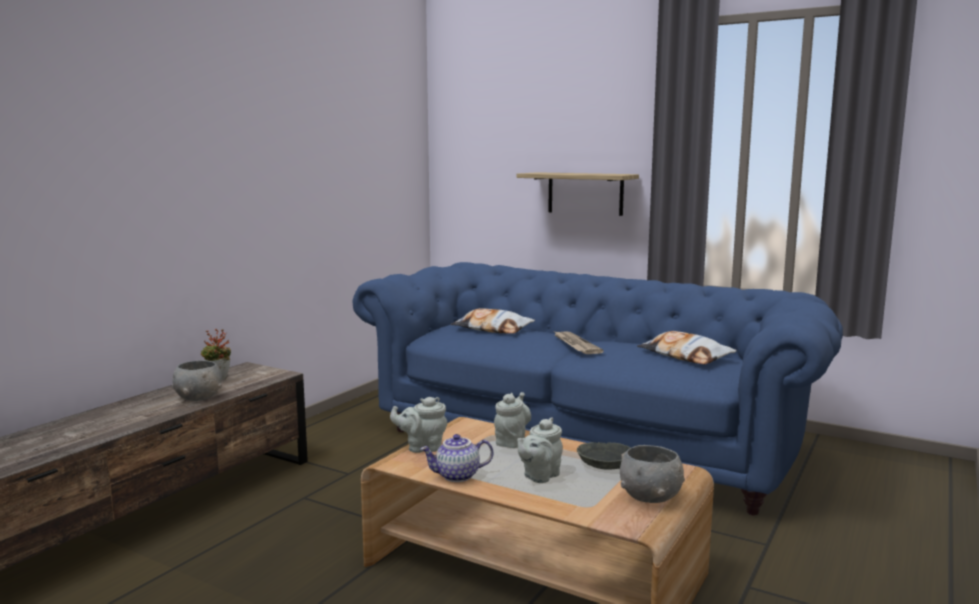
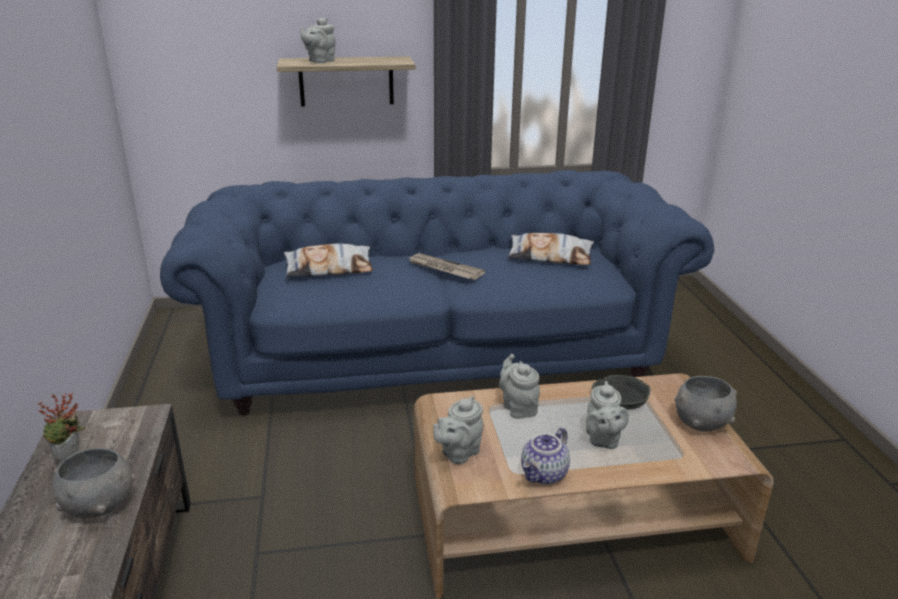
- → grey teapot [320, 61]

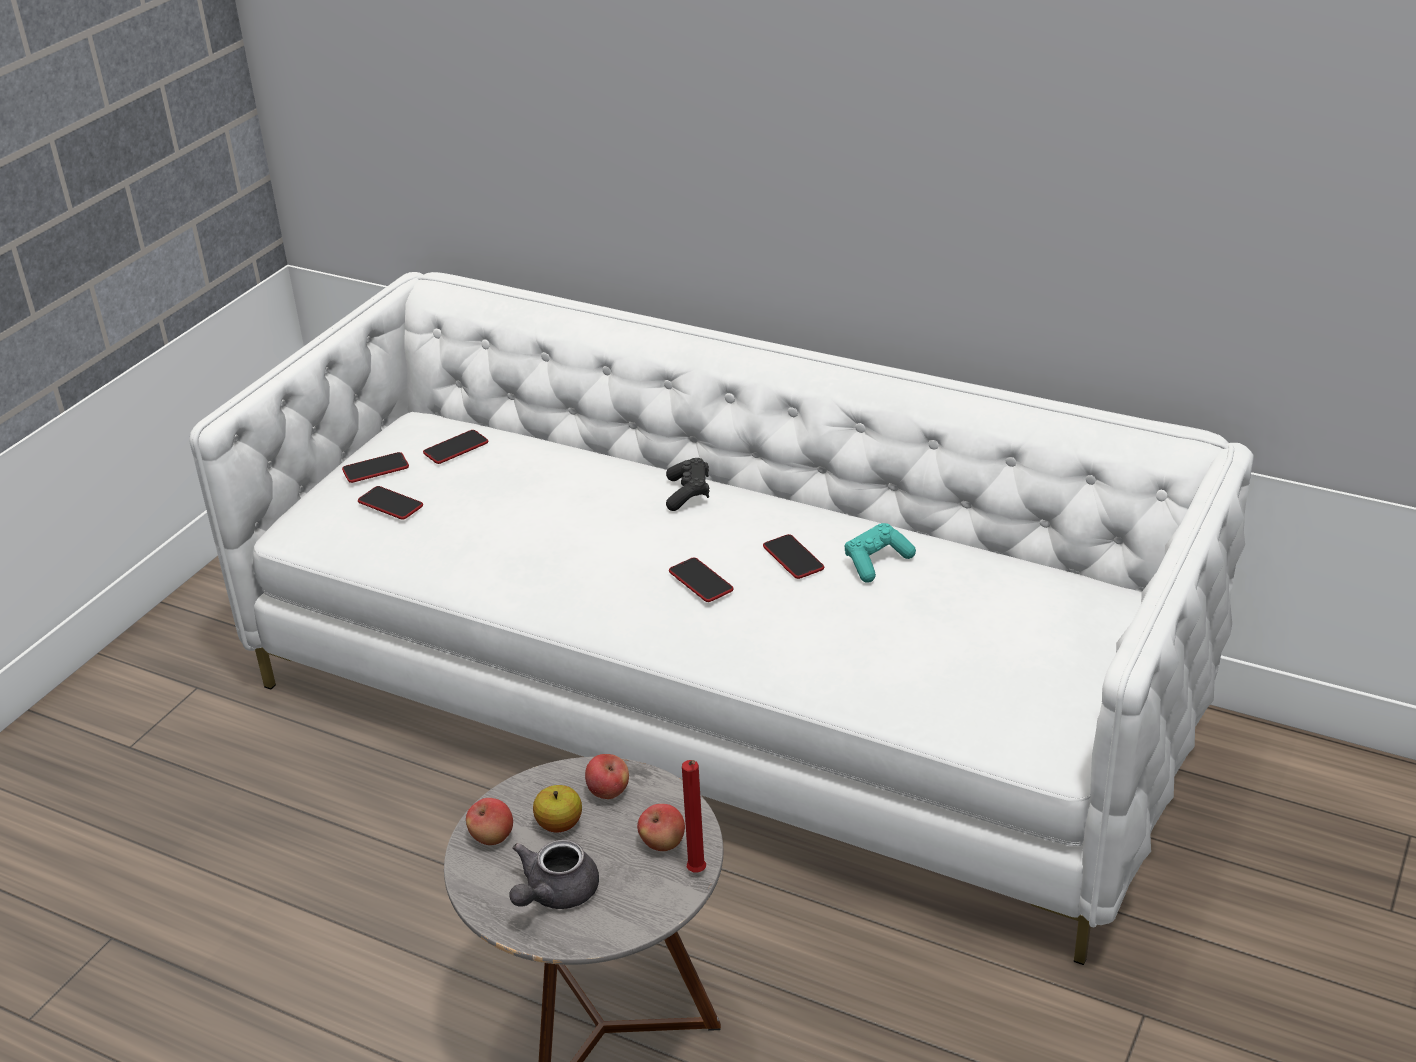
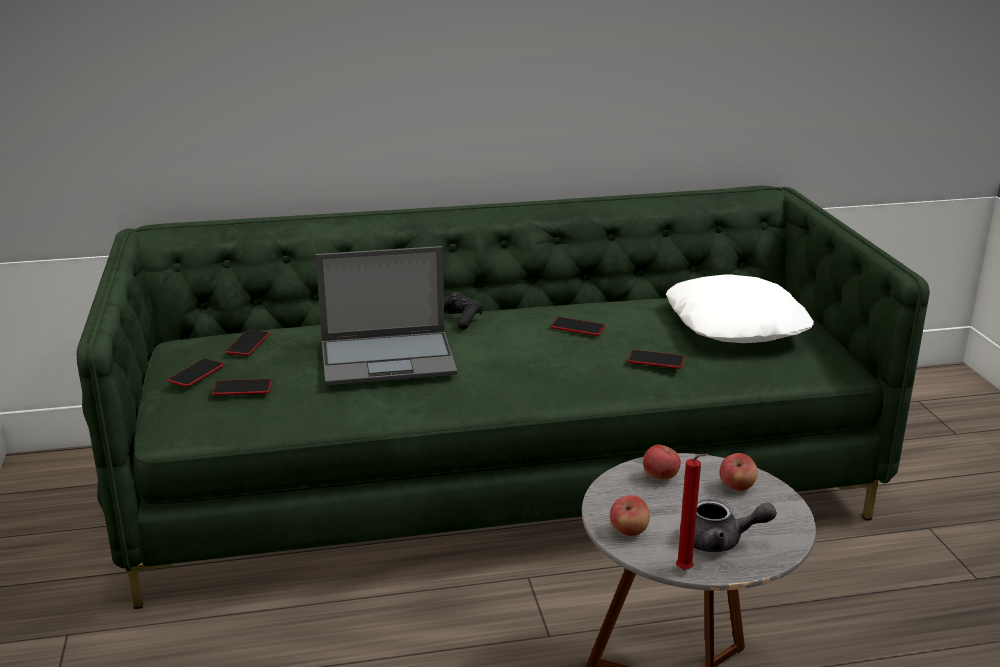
white sofa [717, 703] → green sofa [500, 482]
- → laptop [389, 358]
phone [701, 581] → phone [656, 360], relocated
- → white pillow [736, 324]
red candle [697, 873] → red candle [686, 571], relocated
grey teapot [554, 894] → grey teapot [720, 541], 75 degrees counterclockwise
apple [559, 824] → -
turquoise game controller [876, 562] → -

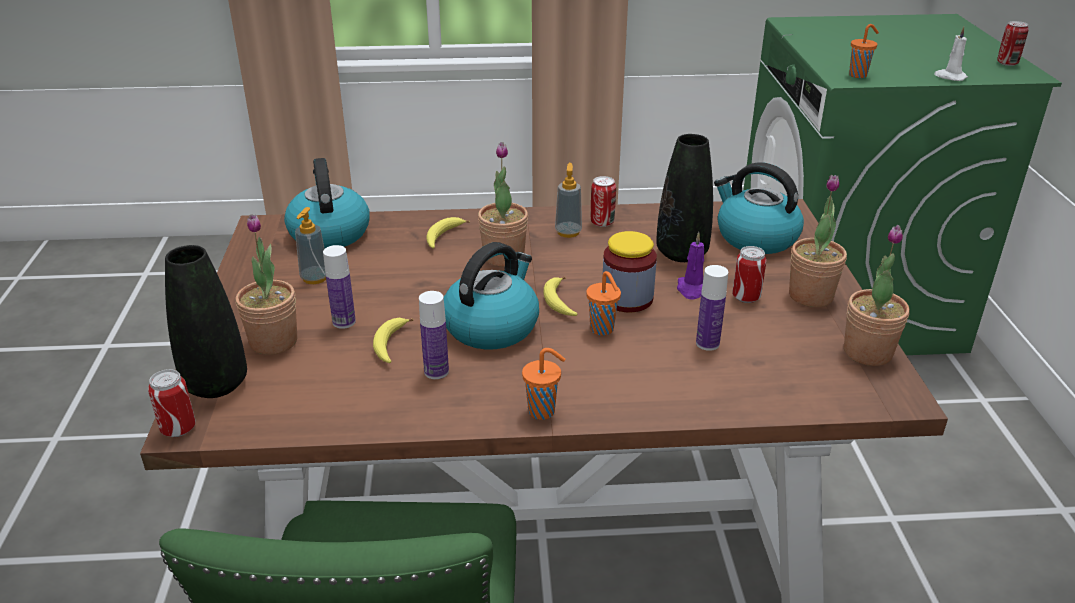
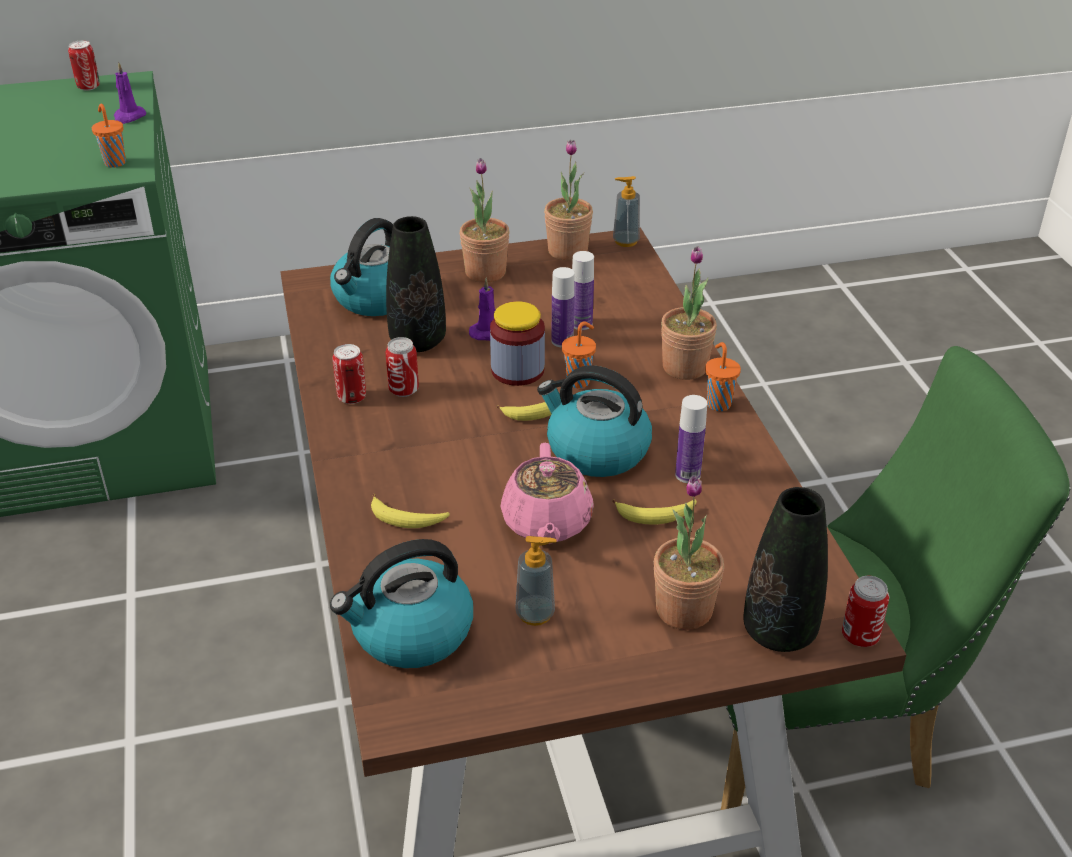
white candle [949, 77] → purple candle [128, 117]
can [746, 297] → can [403, 390], relocated
- → pink teapot [546, 523]
bottle [344, 322] → bottle [562, 341], relocated
soap dispenser [568, 232] → soap dispenser [625, 241], relocated
potted plant [504, 257] → potted plant [685, 367], relocated

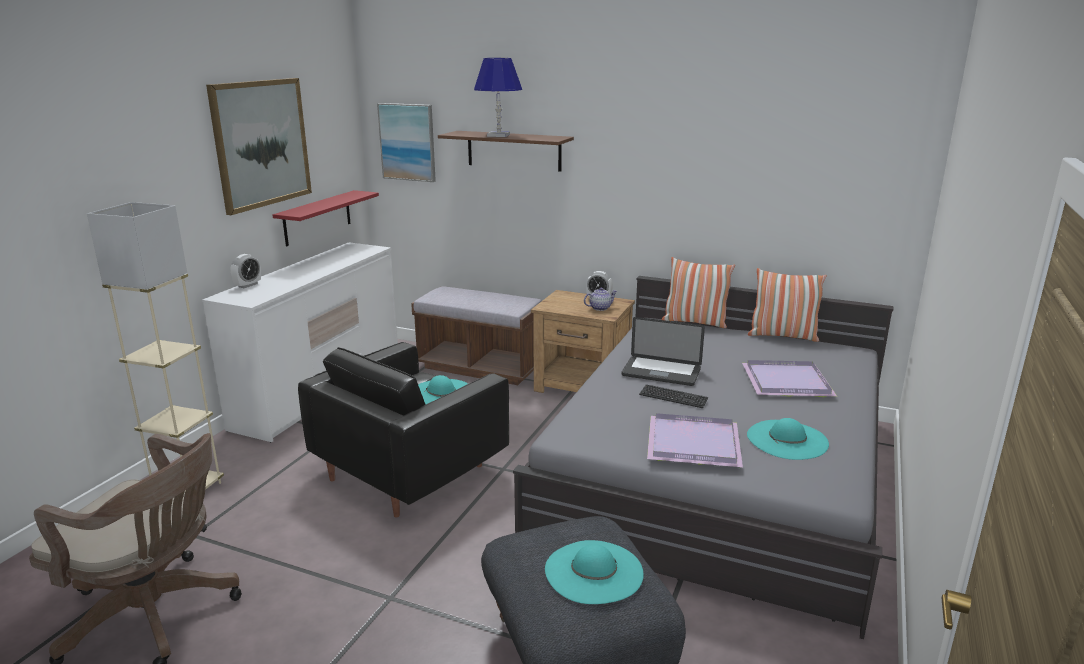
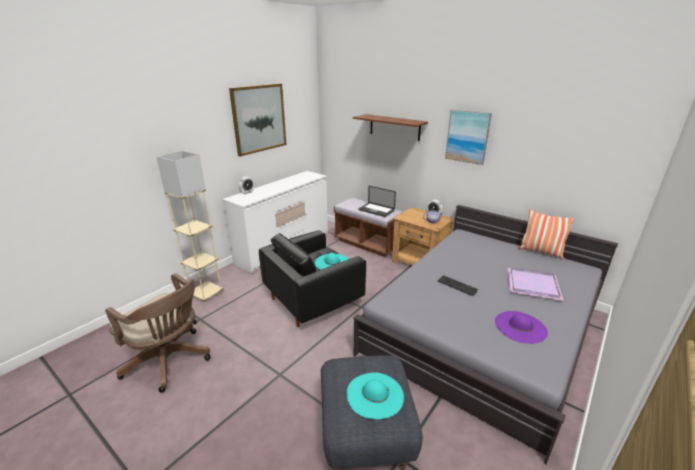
laptop [661, 372] → laptop [376, 210], relocated
picture [407, 142] → picture [467, 136], relocated
turquoise hat [787, 439] → purple hat [520, 327]
red shelf [317, 218] → -
blue table lamp [498, 135] → -
purple tray [695, 443] → -
pillow [695, 322] → -

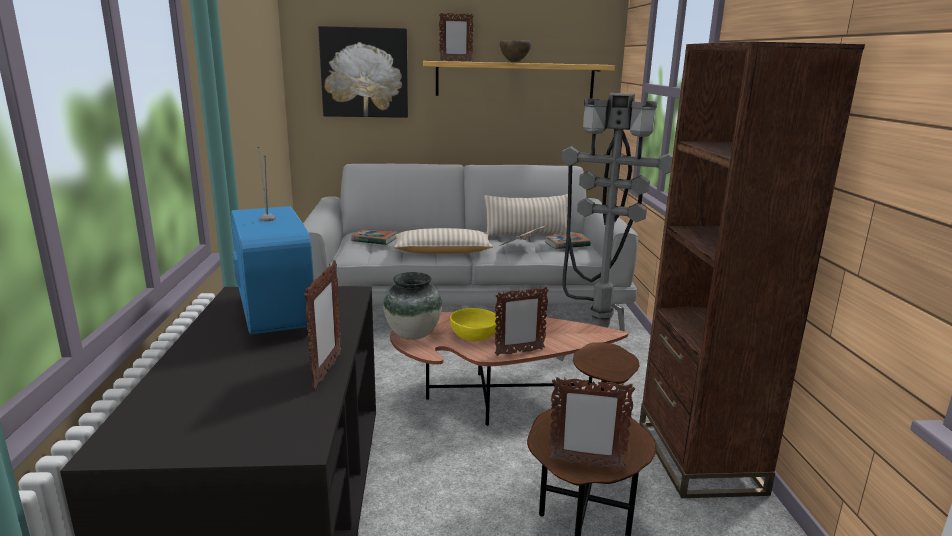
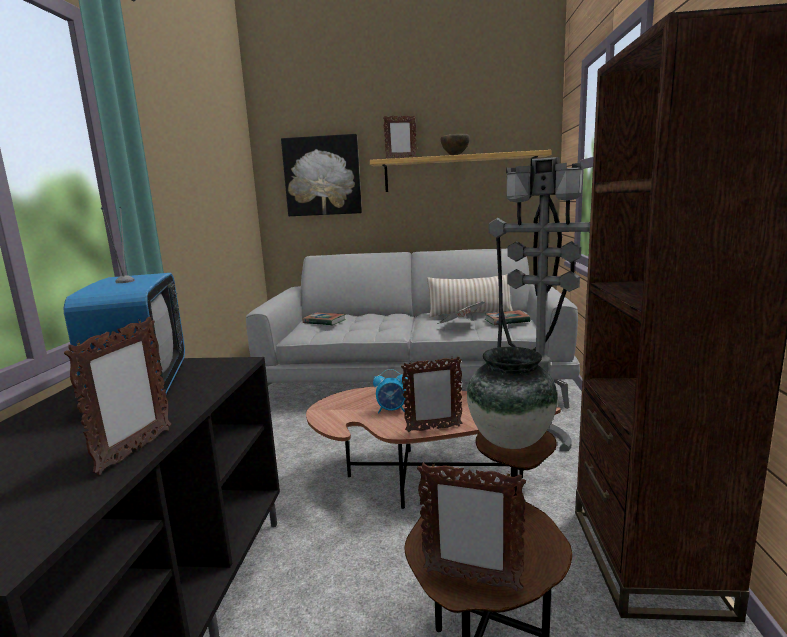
yellow bowl [474, 335] → alarm clock [392, 410]
vase [413, 335] → vase [510, 441], relocated
beige pillow [442, 252] → -

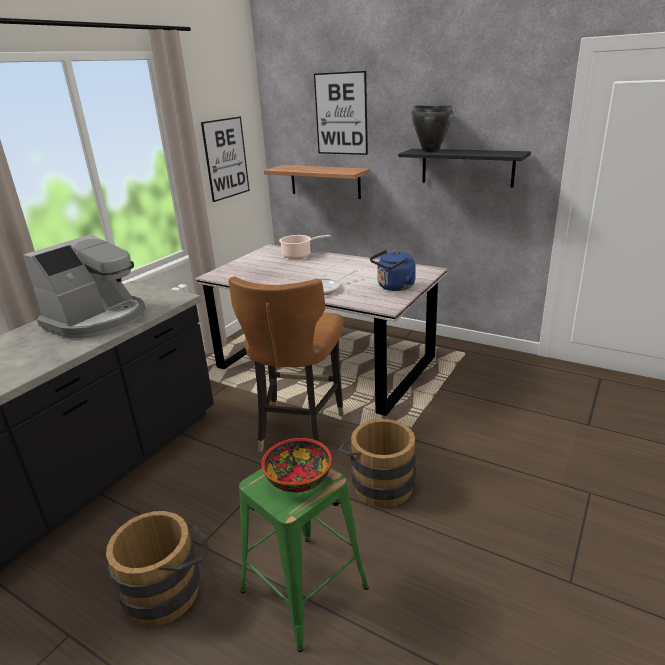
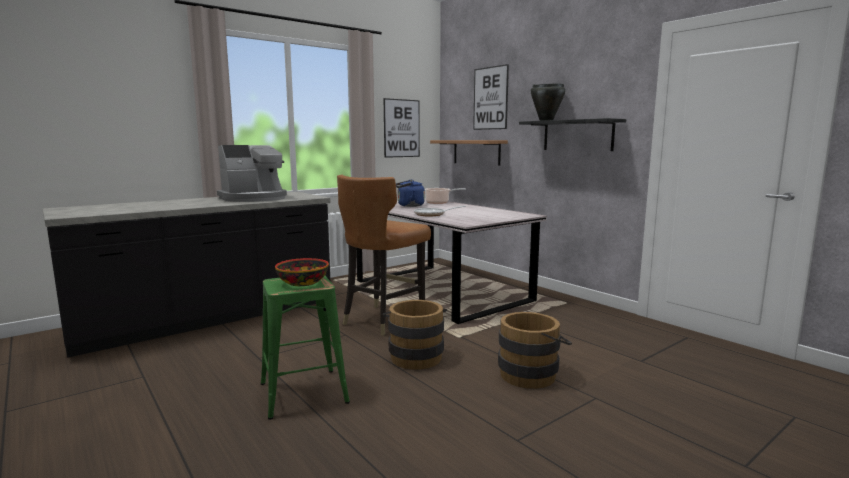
blue kettle [394, 287] → blue kettle [409, 206], relocated
brown bucket [169, 588] → brown bucket [532, 374], relocated

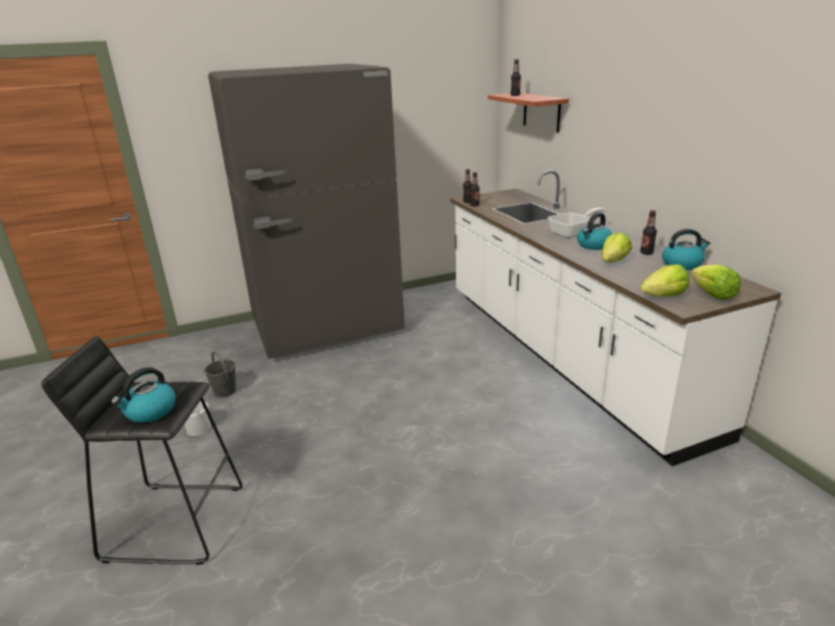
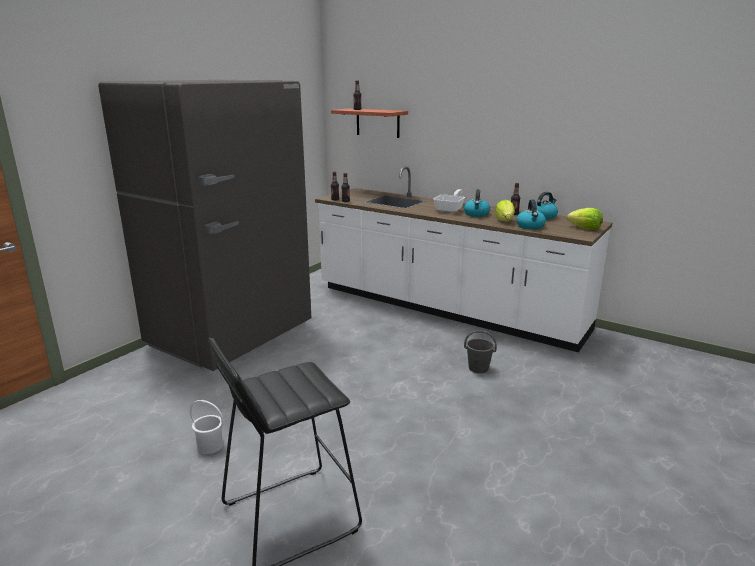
grey bucket [225, 391] → grey bucket [479, 368], relocated
kettle [150, 411] → kettle [530, 226], relocated
lettuce [663, 296] → -

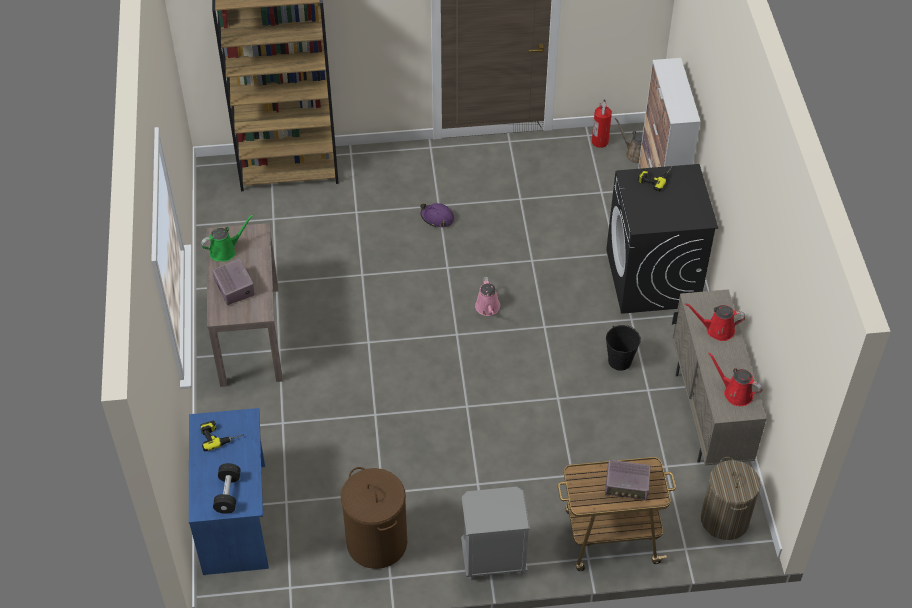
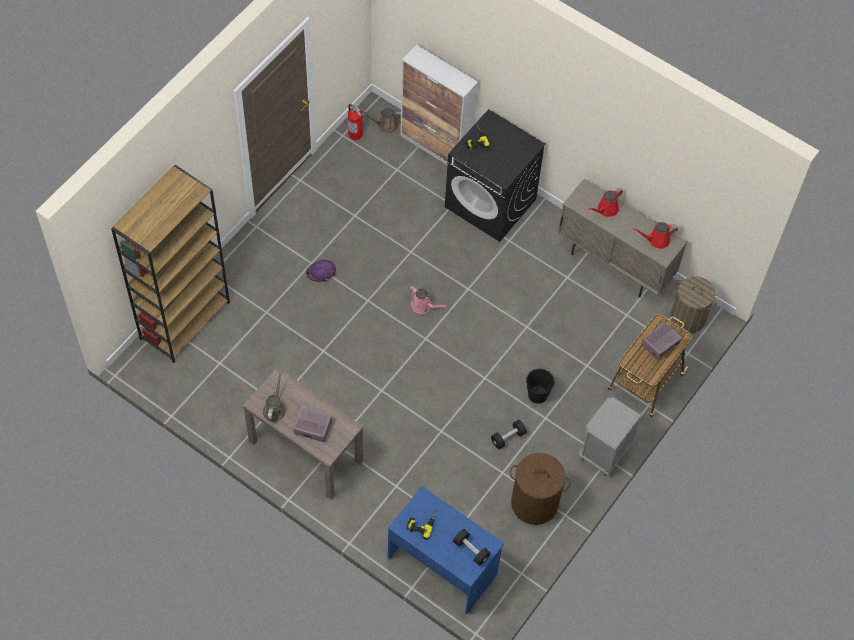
green watering can [225, 250] → brown watering can [274, 409]
- → black dumbbell [508, 437]
black bucket [619, 361] → black bucket [537, 395], relocated

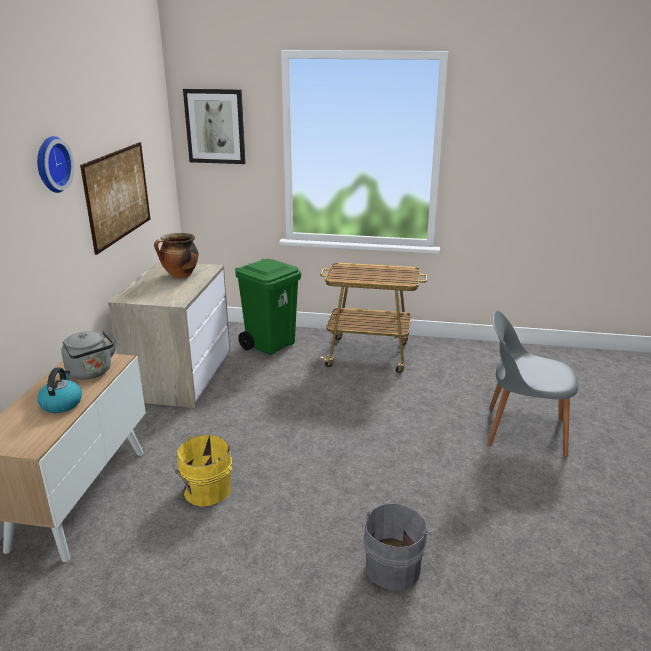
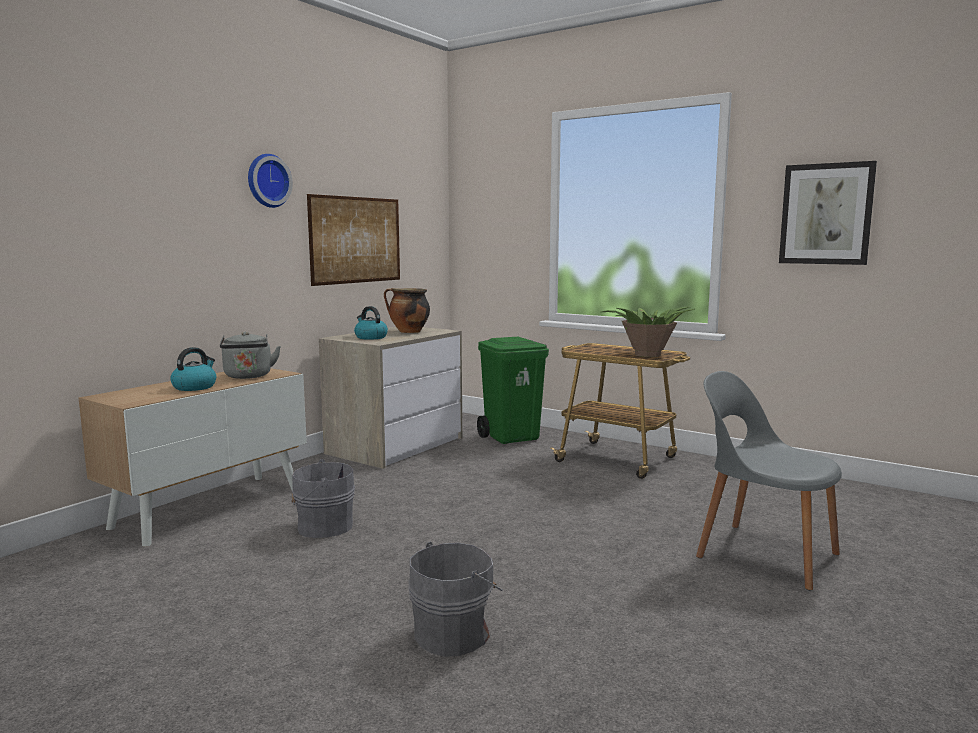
yellow bucket [205, 491] → grey bucket [322, 526]
- → kettle [370, 337]
- → potted plant [646, 354]
picture [215, 126] → picture [826, 214], relocated

